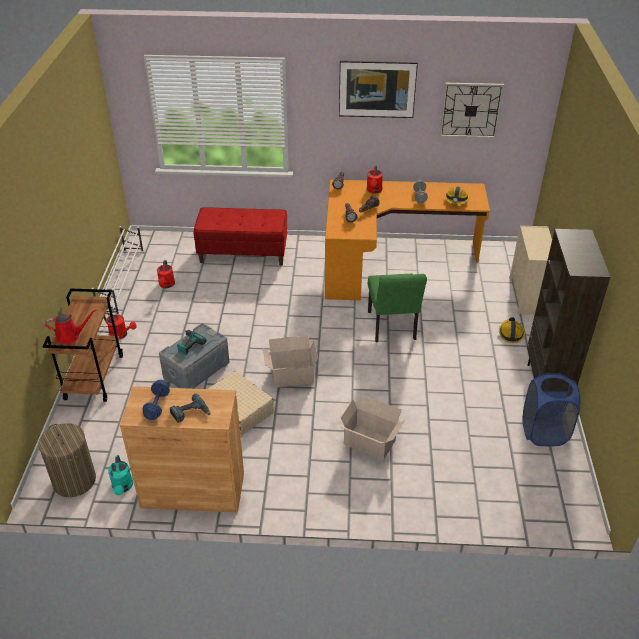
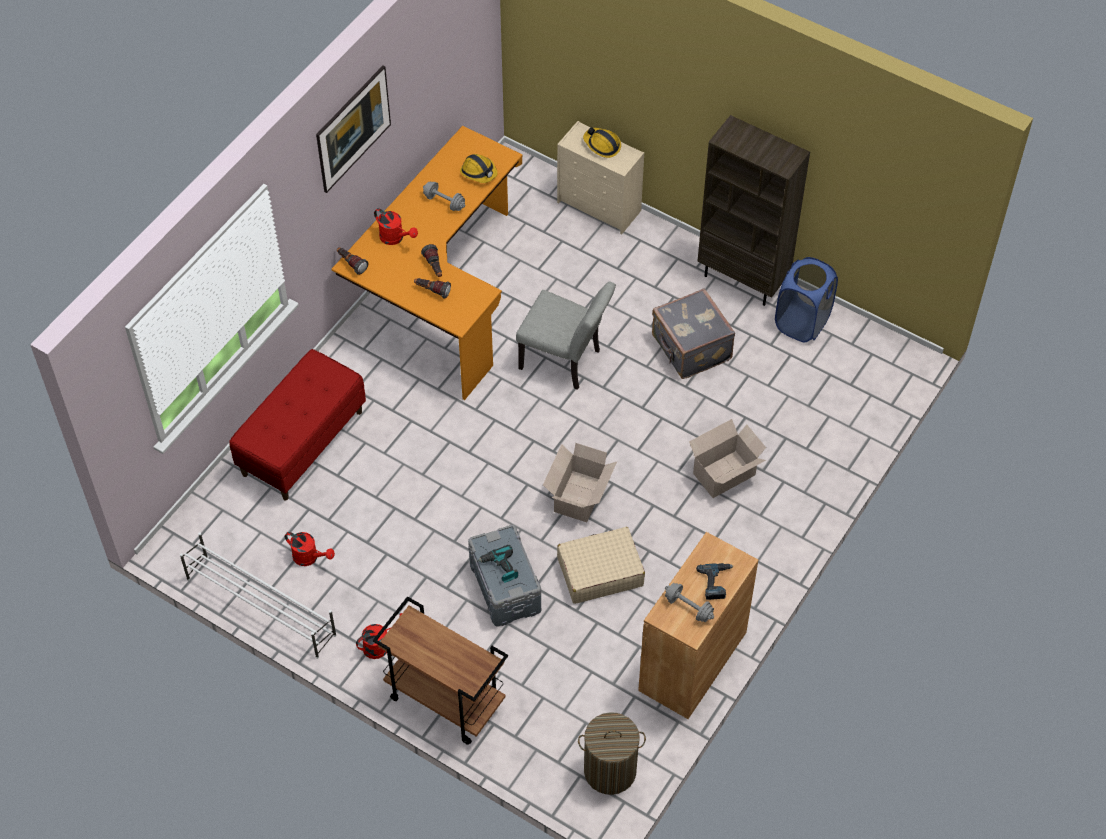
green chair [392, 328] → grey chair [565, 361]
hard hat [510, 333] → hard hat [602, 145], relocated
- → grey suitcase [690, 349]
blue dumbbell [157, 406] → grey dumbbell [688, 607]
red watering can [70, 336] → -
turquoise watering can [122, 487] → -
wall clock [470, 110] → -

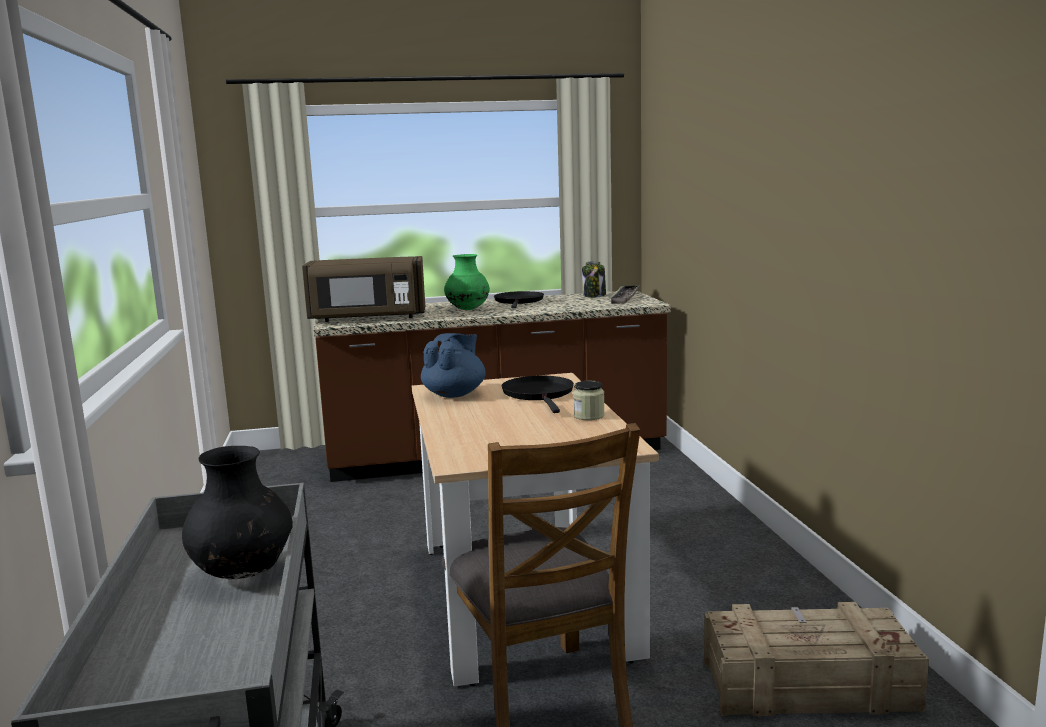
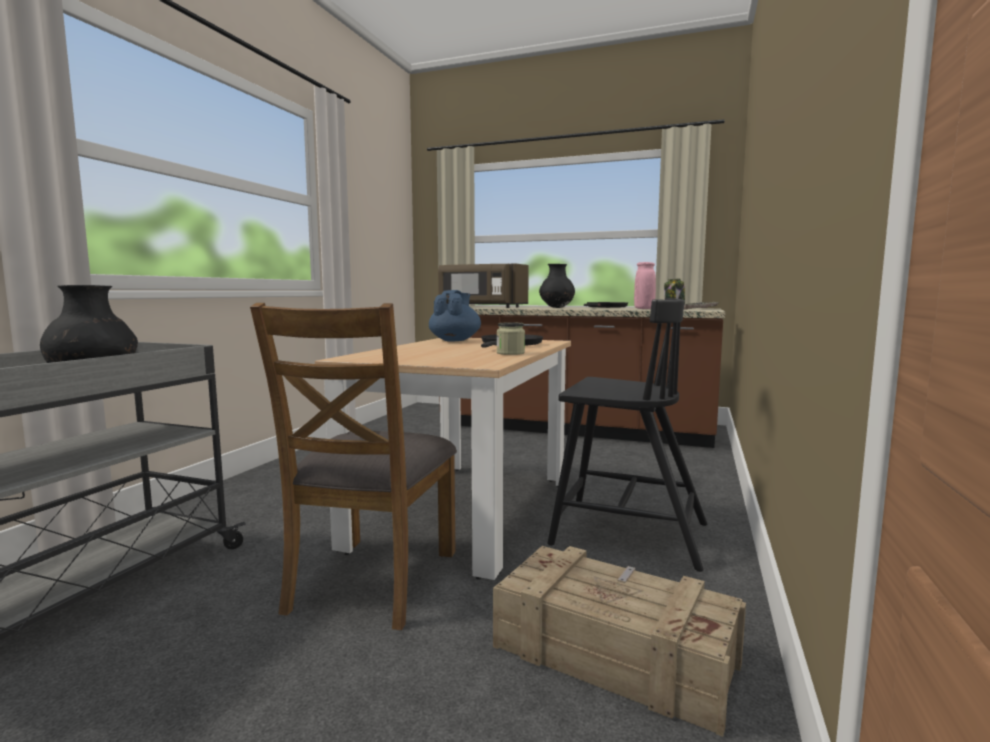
blue teapot [455, 394] → blue teapot [455, 340], 45 degrees counterclockwise
green vase [468, 310] → black vase [557, 307]
- → black chair [626, 533]
- → pink vase [644, 309]

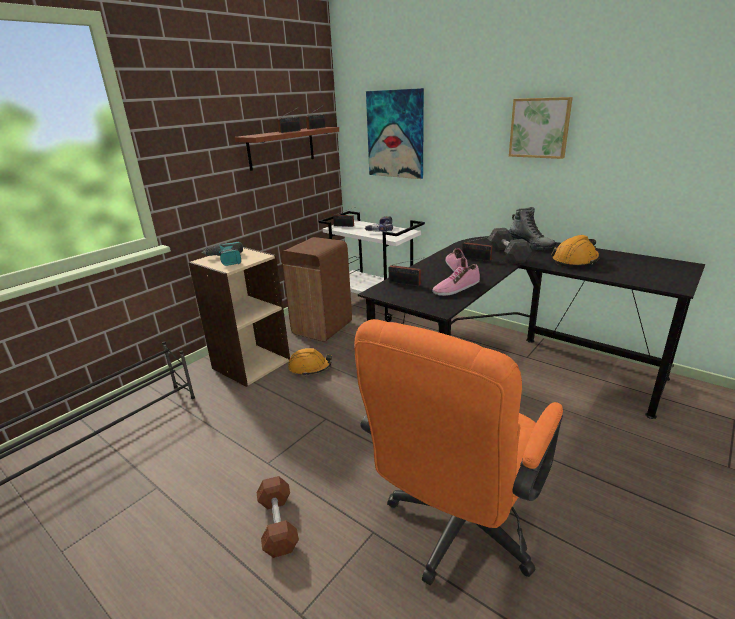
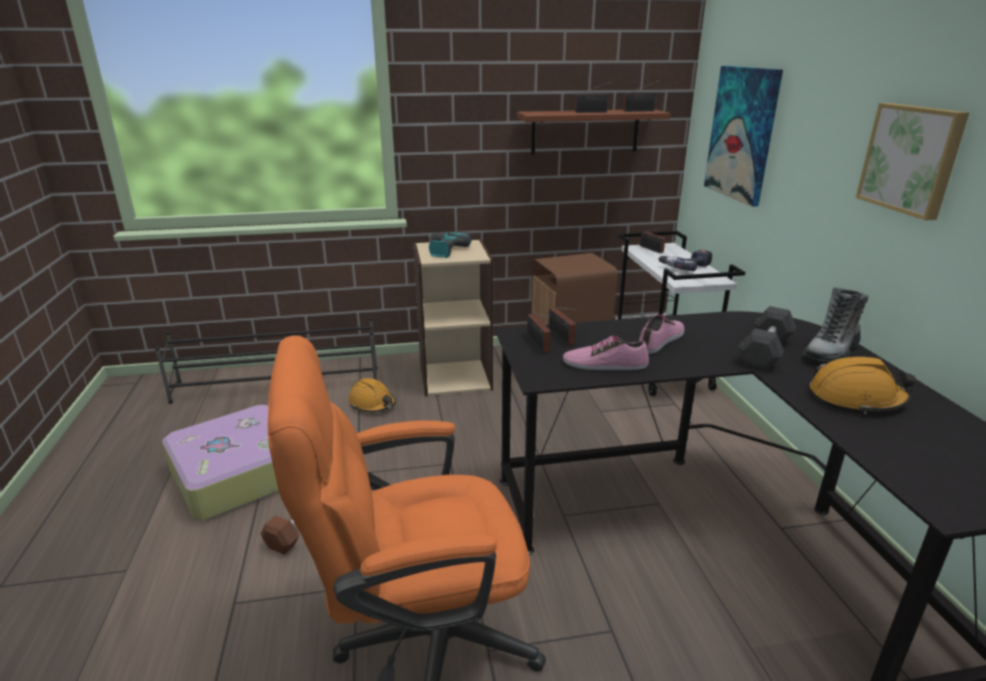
- → suitcase [237, 474]
orange hard hat [310, 367] → orange hard hat [372, 404], relocated
radio [477, 259] → radio [538, 344], relocated
boot [530, 245] → boot [831, 352], 45 degrees clockwise

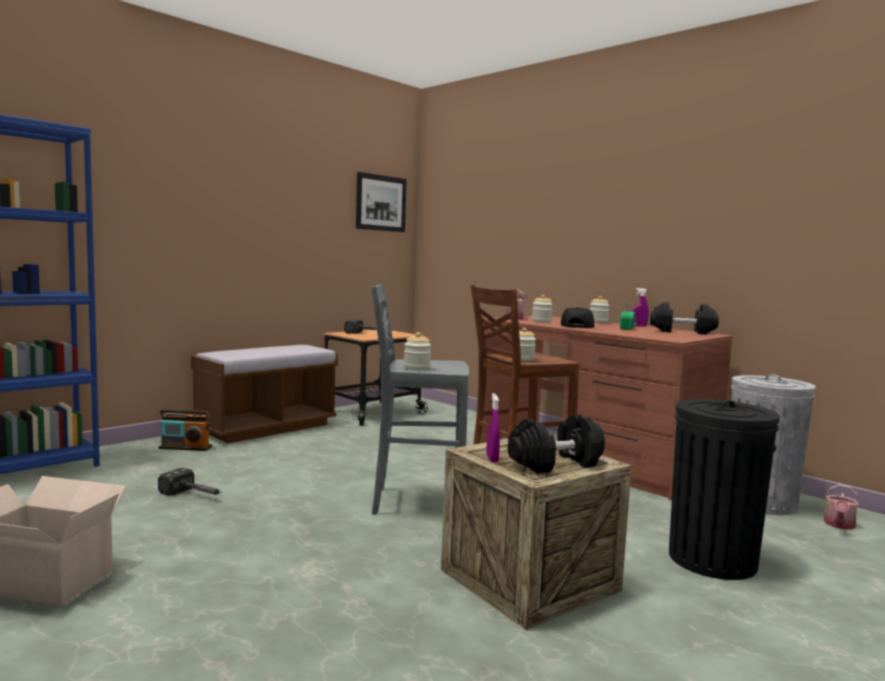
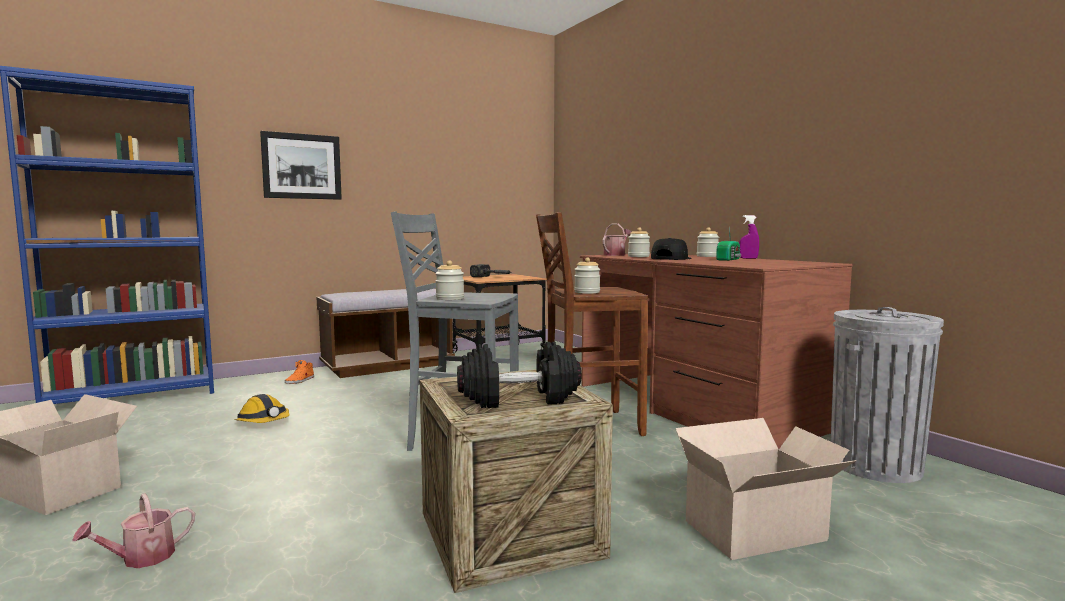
watering can [839, 525] → watering can [141, 558], relocated
hammer [194, 495] → hard hat [264, 422]
picture [381, 203] → picture [302, 166], relocated
radio [185, 447] → orange shoe [300, 380]
black trash can [712, 559] → cardboard box [758, 530]
purple spray bottle [492, 459] → -
black dumbbell [682, 332] → -

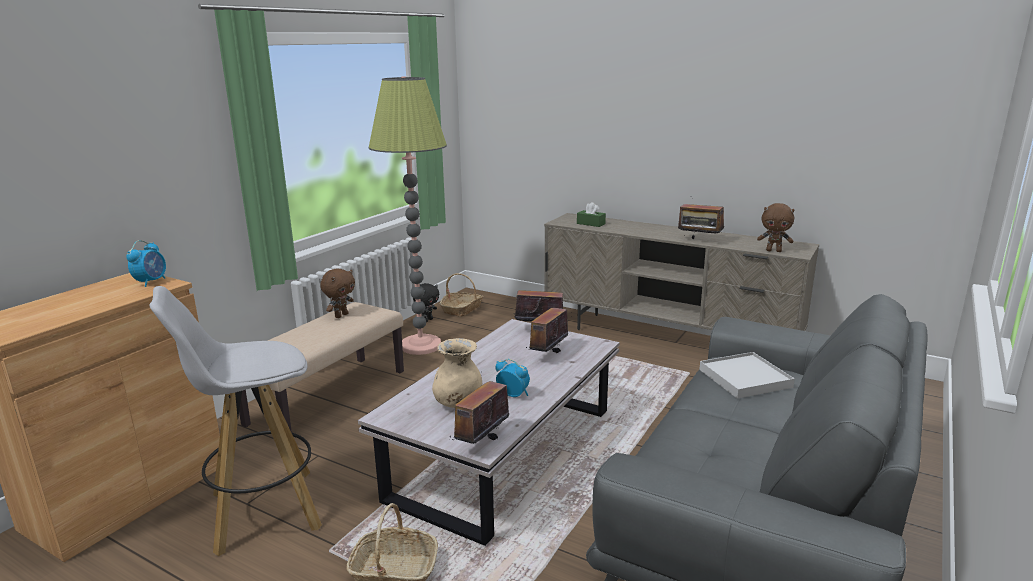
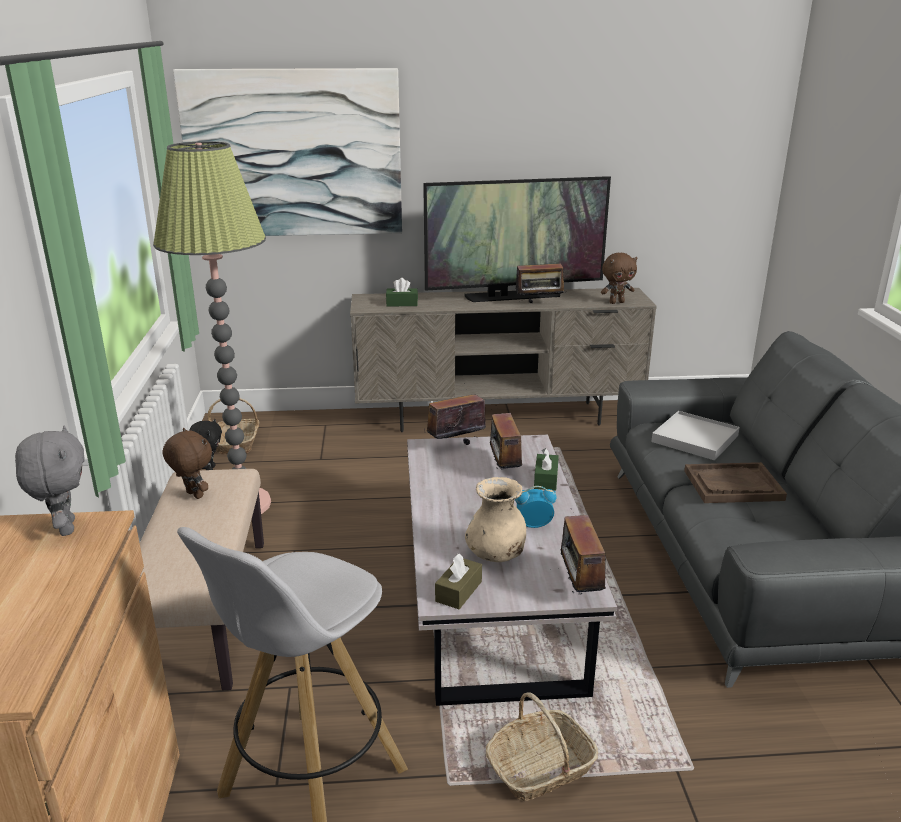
alarm clock [151, 282] → grey plush toy [65, 528]
brown plush toy [341, 315] → brown plush toy [193, 495], 45 degrees counterclockwise
- → picture [293, 154]
- → television [514, 296]
- → brown tissue box [458, 591]
- → green tissue box [546, 479]
- → brown tray [733, 485]

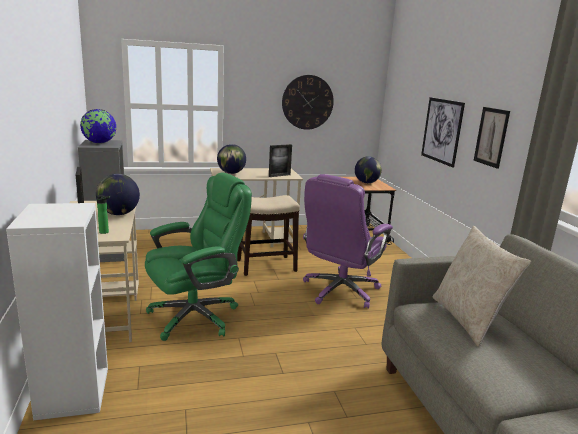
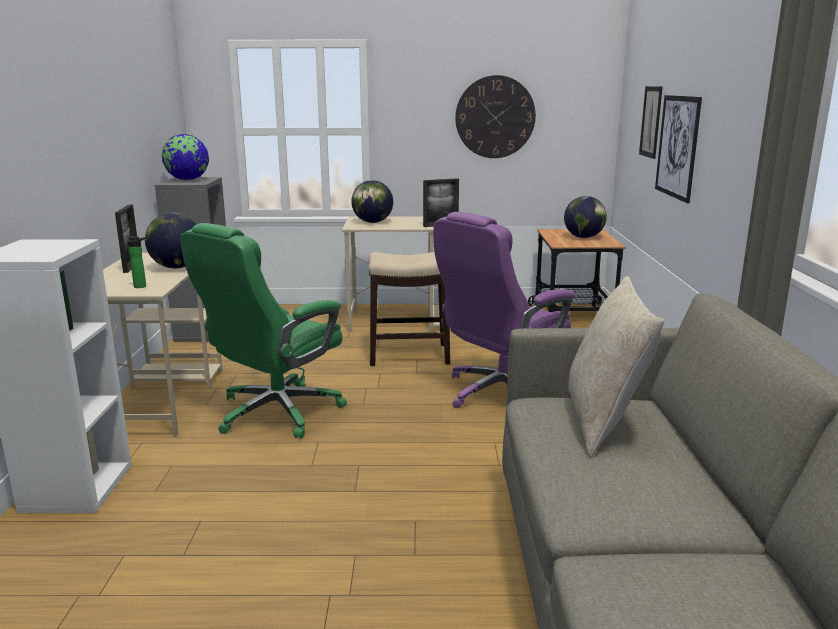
green office chair [196, 316] → green office chair [275, 412], 150 degrees clockwise
picture [491, 137] → picture [651, 121], relocated

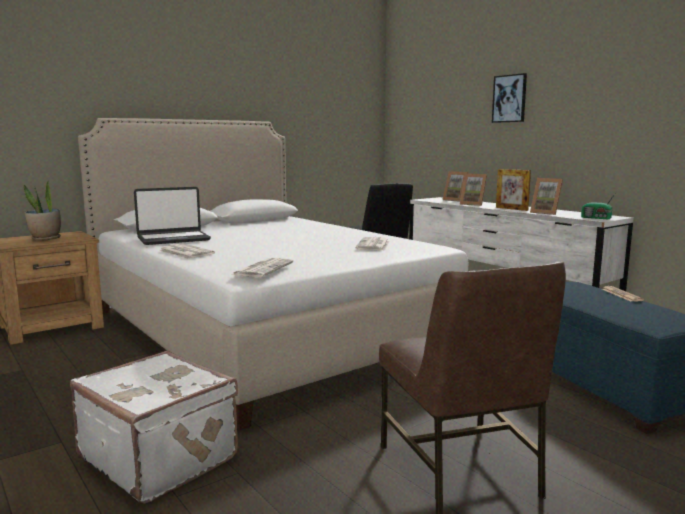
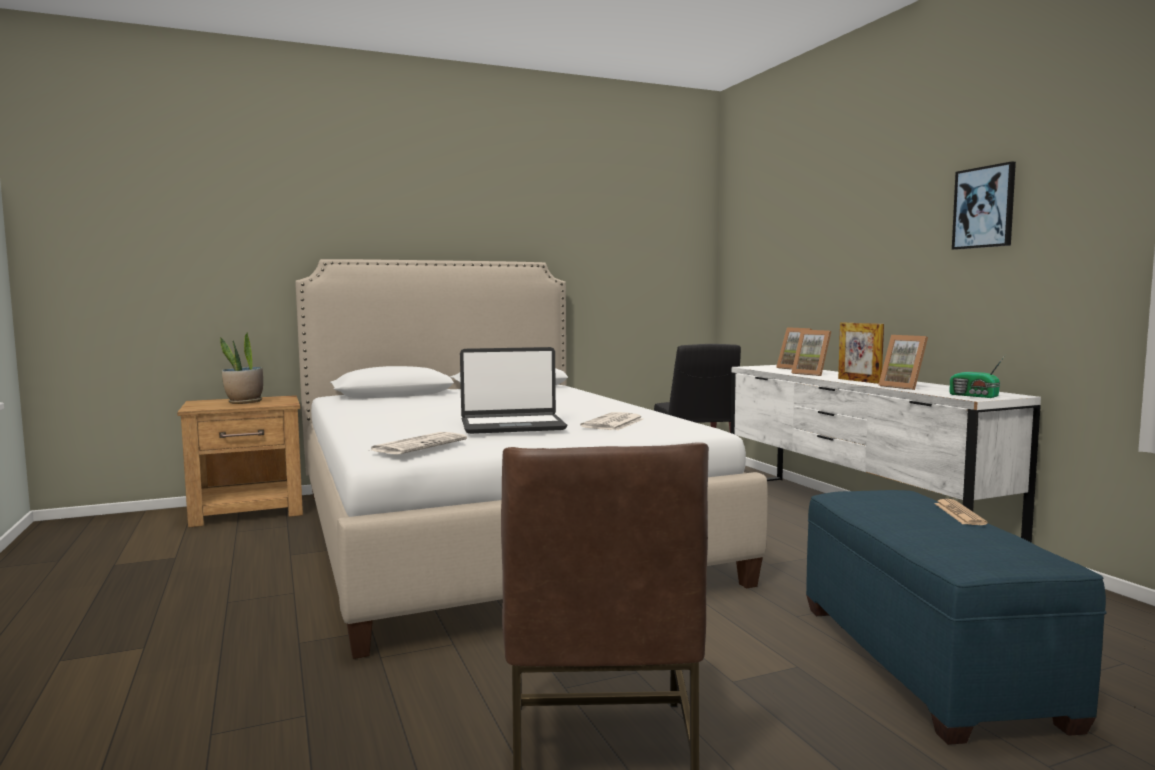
laptop [173, 239] → laptop [512, 426], relocated
picture [509, 98] → picture [984, 207], relocated
white suitcase [160, 457] → -
newspaper [185, 252] → -

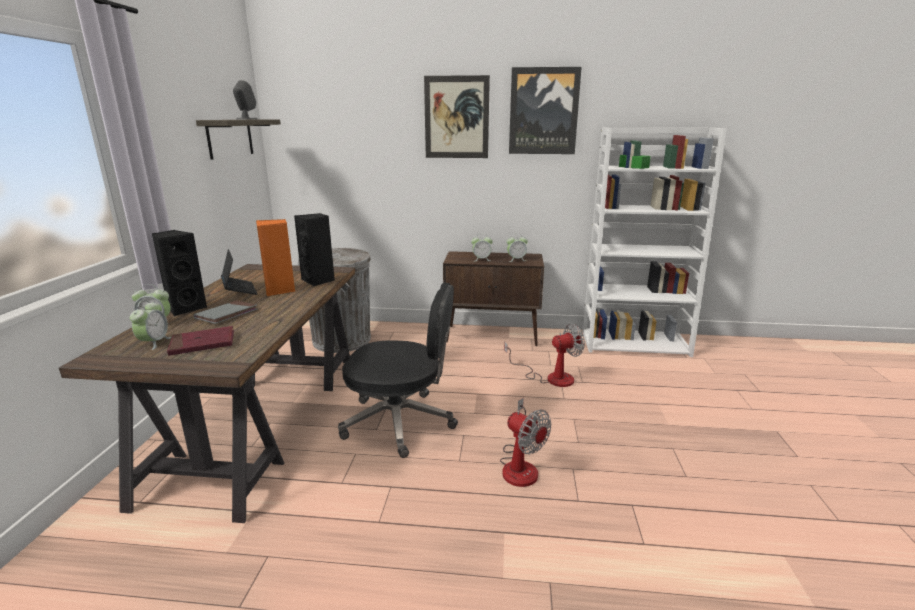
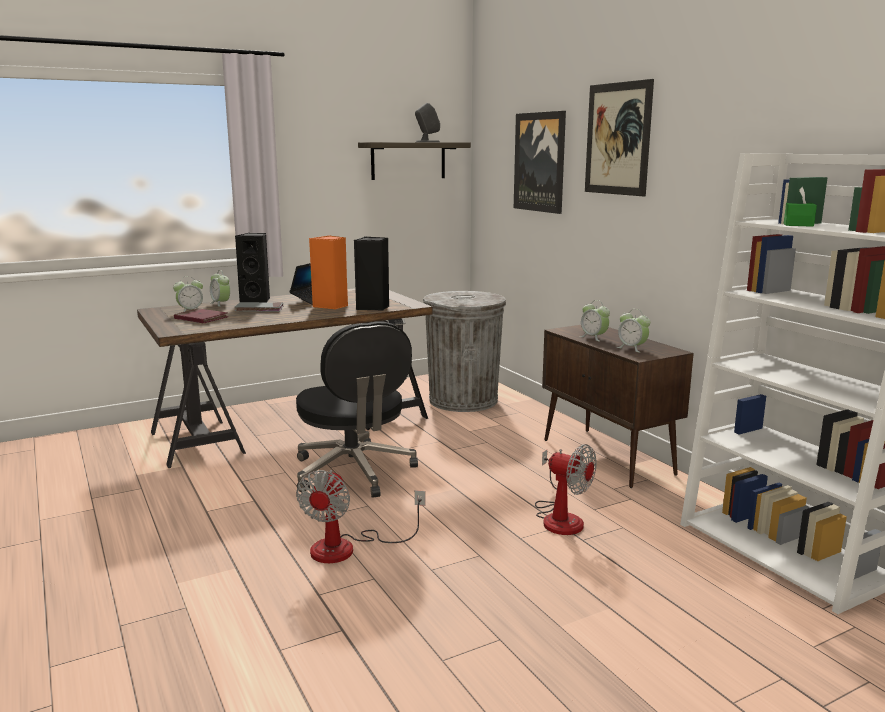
picture [543, 111] → picture [540, 162], relocated

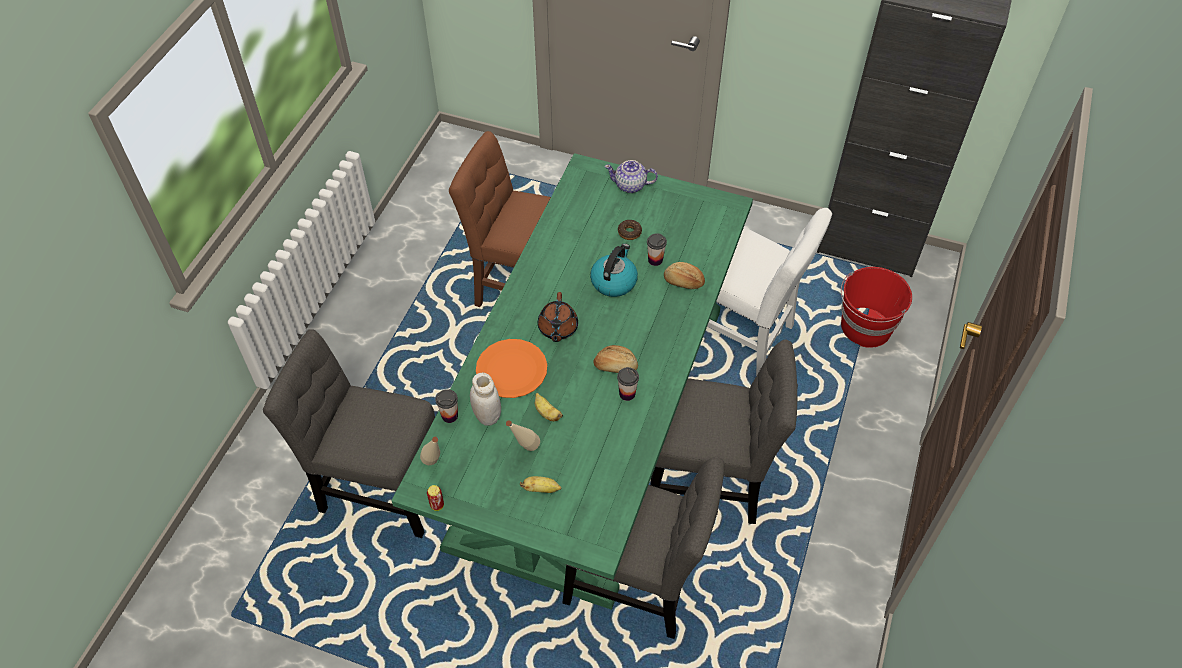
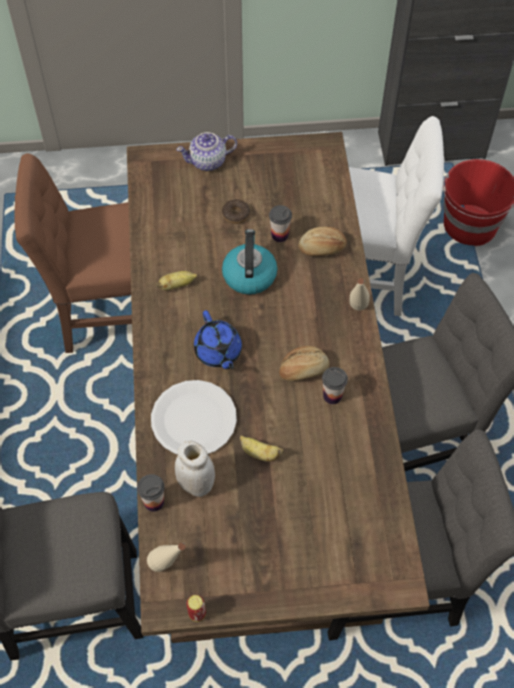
green dining table [591, 425] → brown dining table [258, 434]
orange plate [511, 370] → white plate [194, 419]
banana [541, 489] → banana [177, 285], relocated
brown teapot [557, 328] → blue teapot [218, 352]
beige bottle [524, 451] → beige bottle [356, 312], relocated

